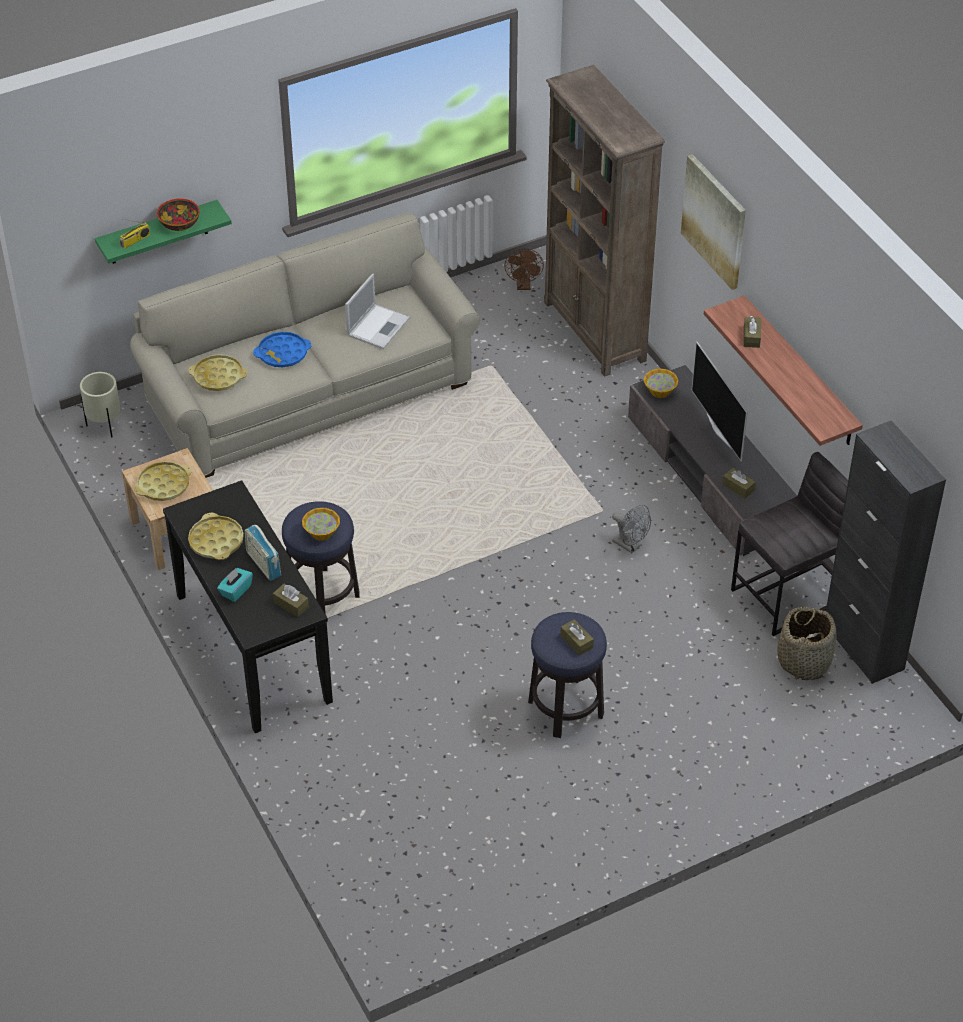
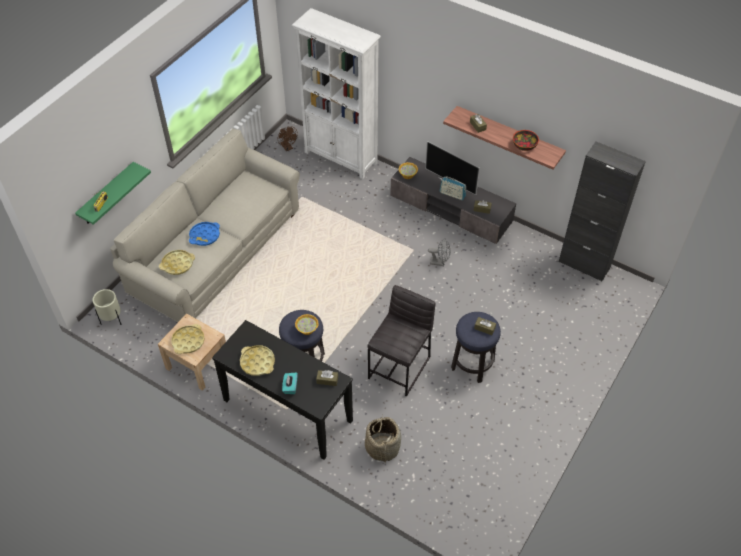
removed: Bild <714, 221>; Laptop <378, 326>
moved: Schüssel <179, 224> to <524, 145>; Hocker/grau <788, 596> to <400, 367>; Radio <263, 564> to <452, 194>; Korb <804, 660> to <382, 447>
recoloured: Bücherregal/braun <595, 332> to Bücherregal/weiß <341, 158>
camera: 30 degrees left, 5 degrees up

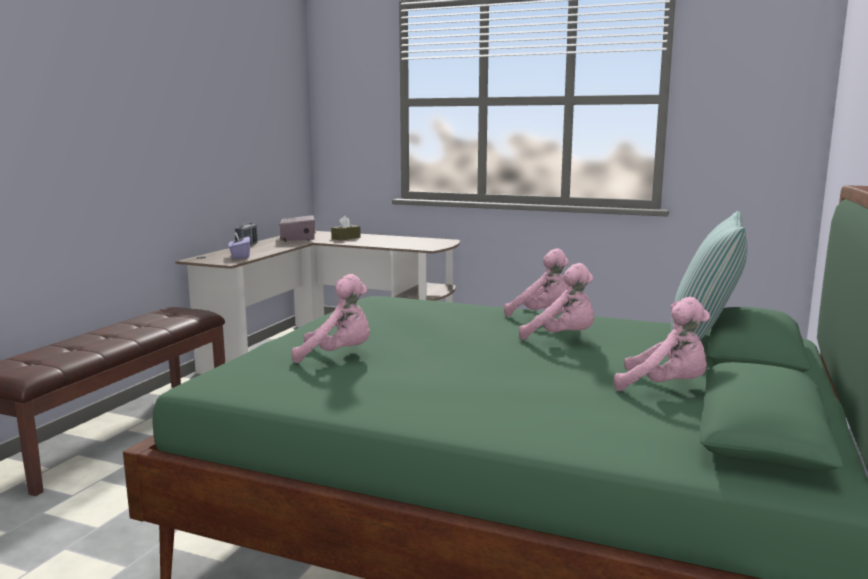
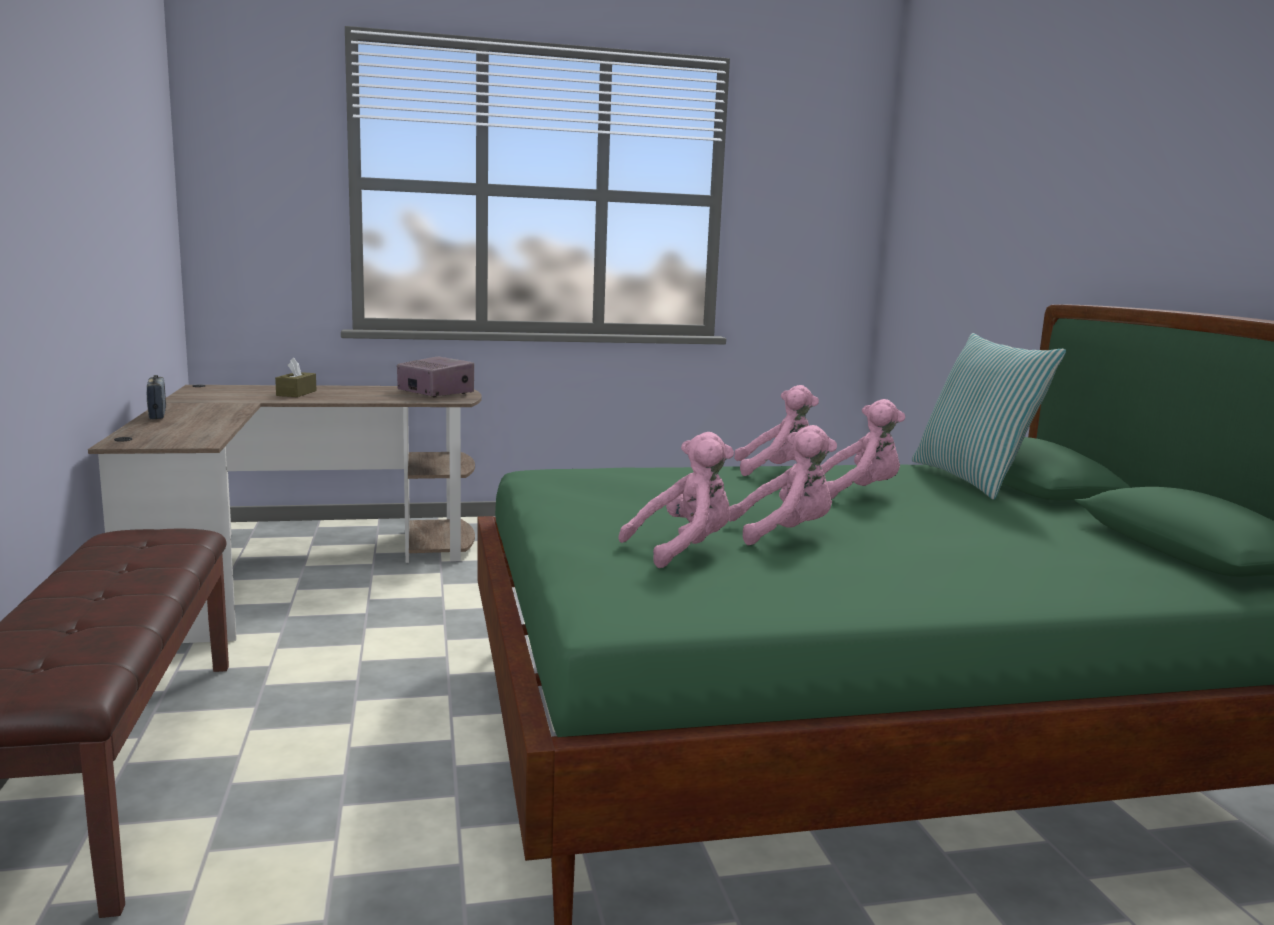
removed: Taschentuchbox/lila <240, 256>
moved: Radio <298, 239> to <435, 392>; Plüschtier/rosa <665, 387> to <785, 534>
camera: 35 degrees left, 0 degrees up

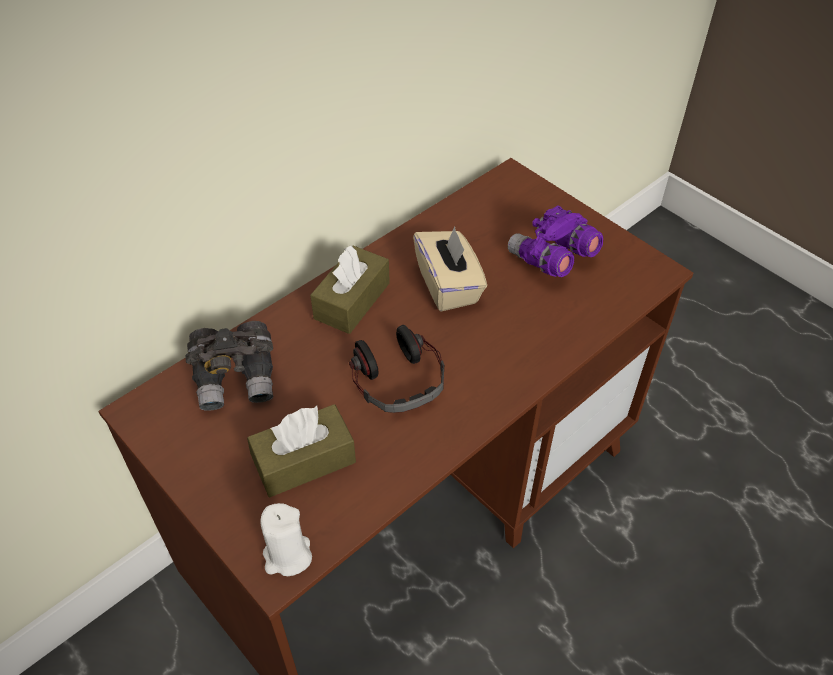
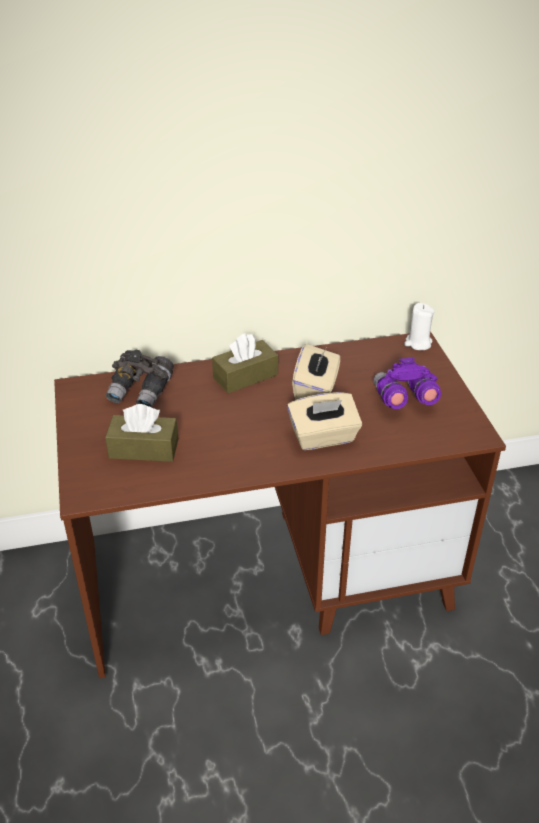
removed: Kopfhörer <399, 379>
added: Taschentuchbox/beige <323, 437>
moved: Kerze/weiß <287, 555> to <418, 343>
camera: 30 degrees right, 10 degrees down

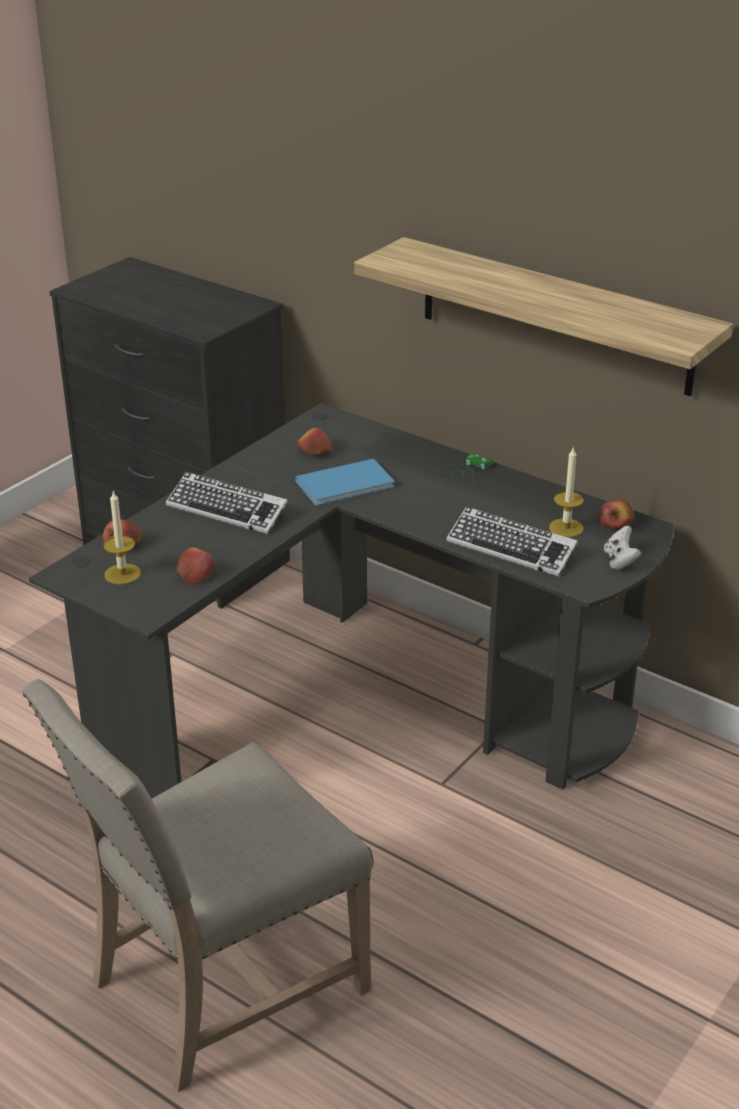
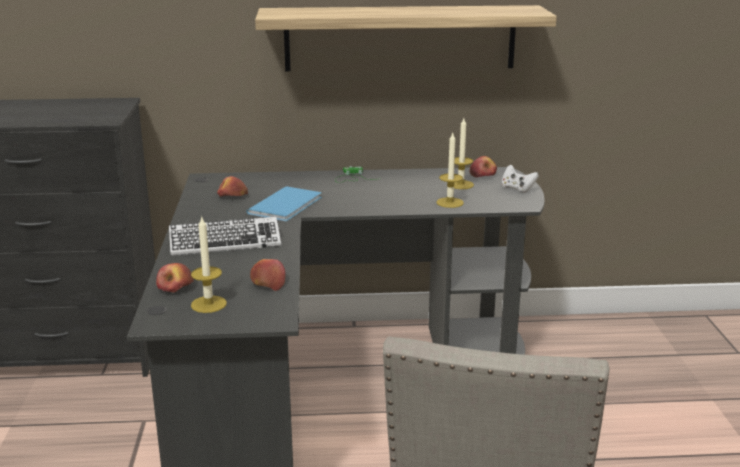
replaced: Tastatur <511, 548> to Kerze <450, 202>
camera: 40 degrees left, 10 degrees down

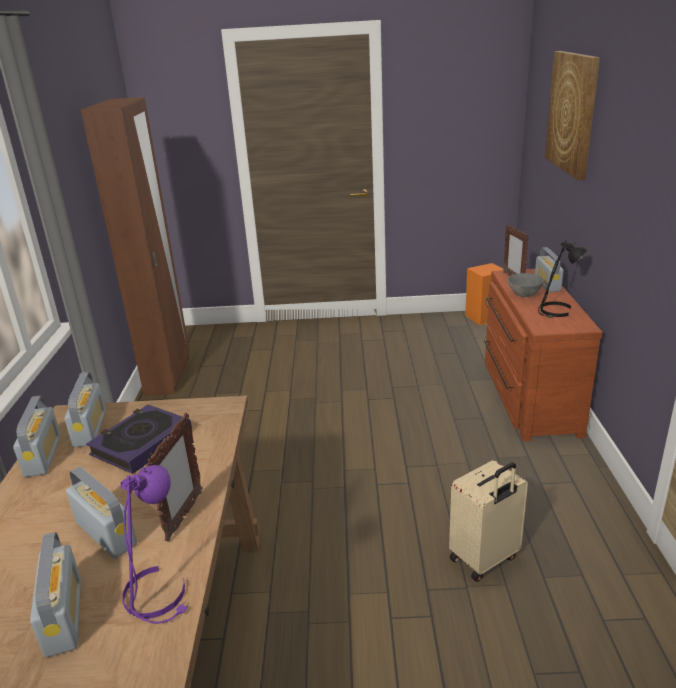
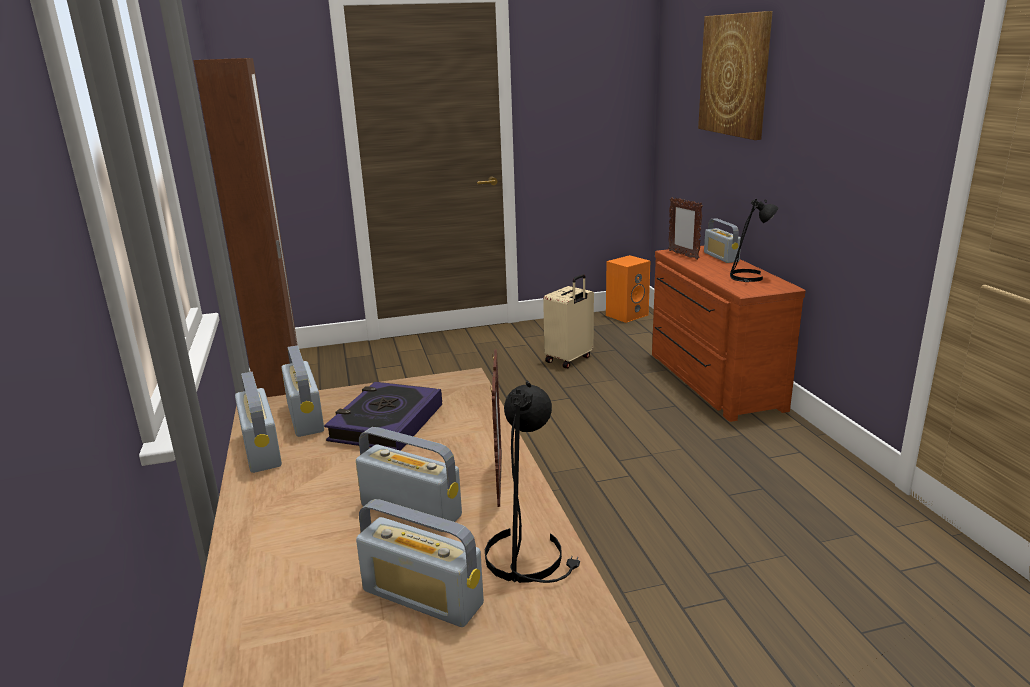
removed: Schüssel/grau <524, 295>
moved: Koffer/beige <485, 559> to <569, 359>
recoloured: Tischlampe/lila <158, 594> to Tischlampe/schwarz <529, 557>
turned: Radio <64, 616> = <422, 597> 150 degrees clockwise
camera: 15 degrees left, 5 degrees down

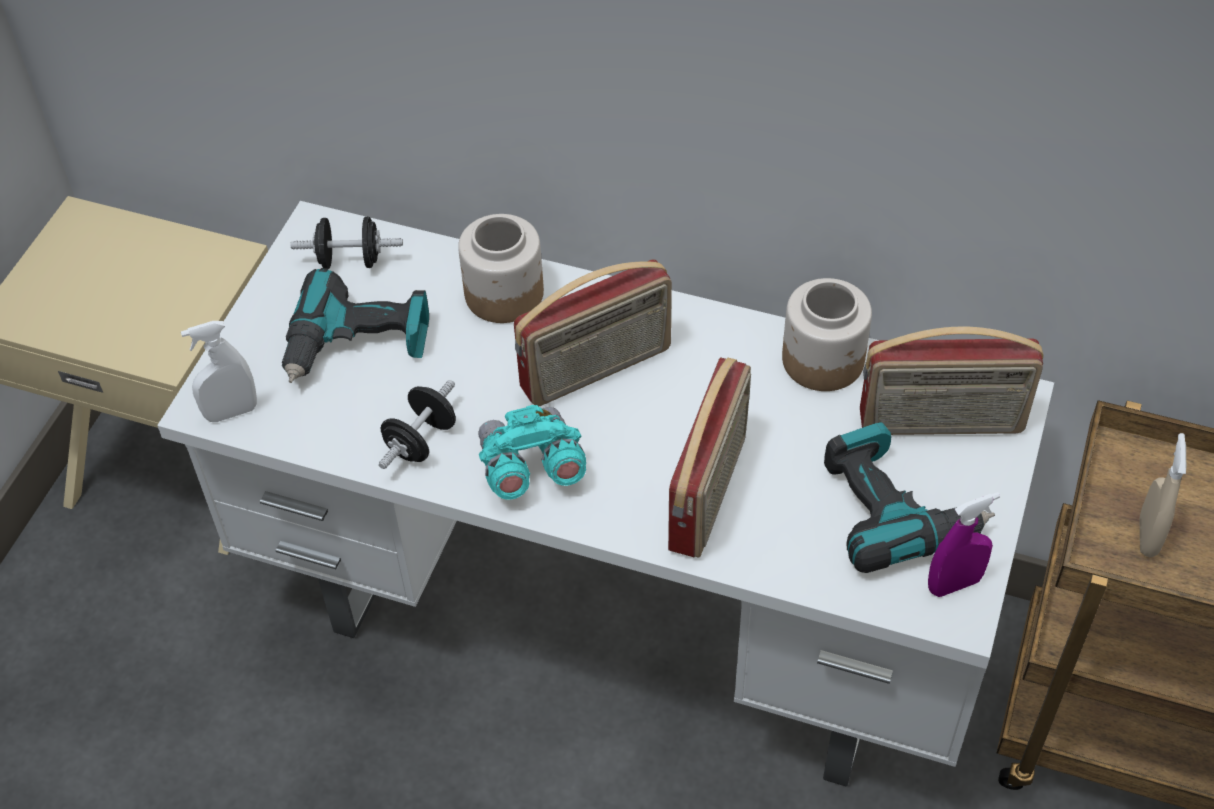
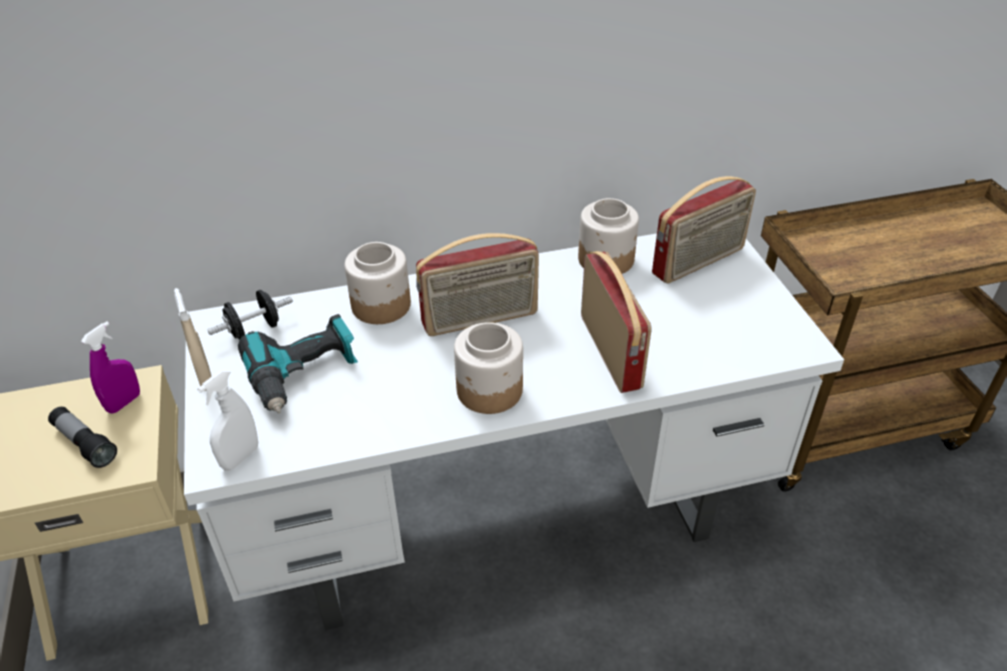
removed: Hantel/schwarz <421, 441>; Bohrmaschine <895, 509>
added: Taschenlampe <85, 444>
moved: Sprühflasche/beige <1147, 536> to <205, 378>; Sprühflasche/lila <954, 584> to <124, 402>
replaced: Fernglas/türkis <530, 468> to Vorratsglas <489, 391>
turned: Radio <597, 370> = <480, 320> 45 degrees clockwise
camera: 35 degrees left, 10 degrees down

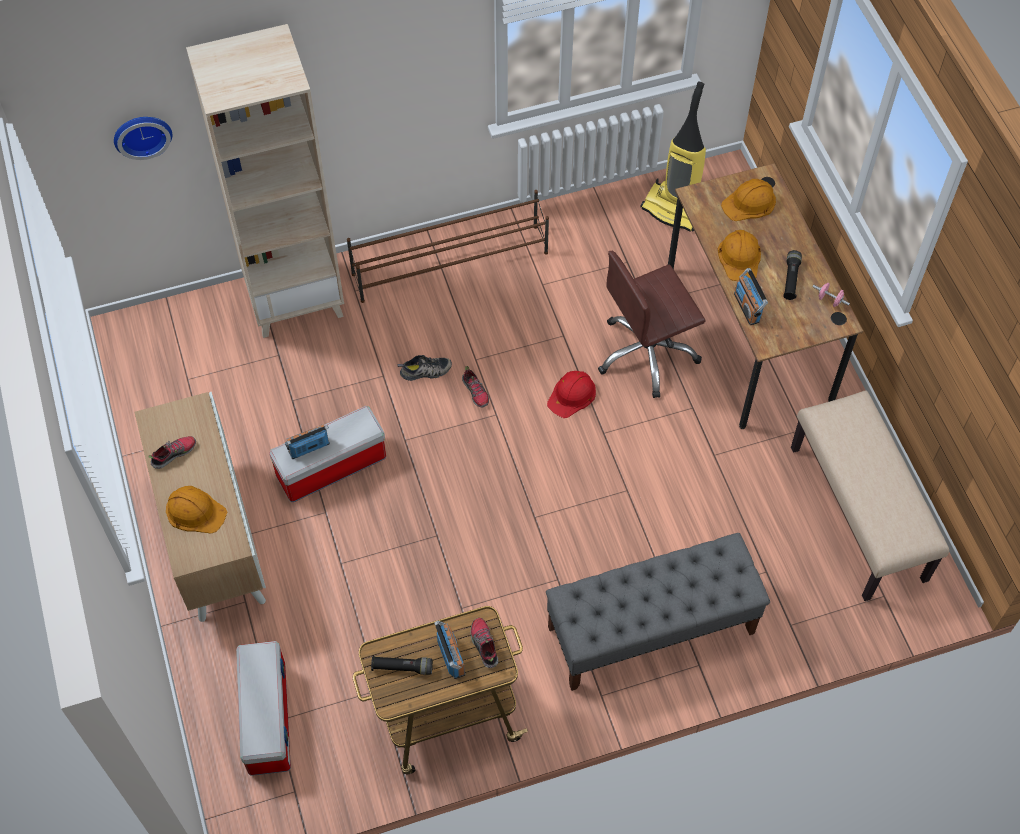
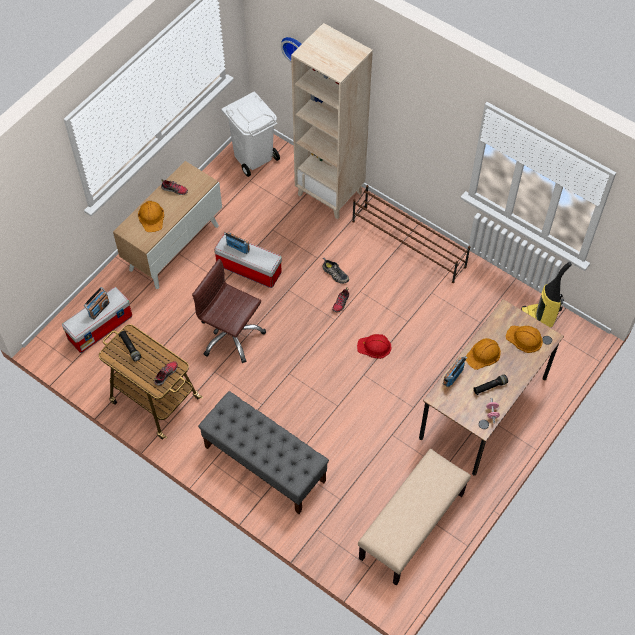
added: Mülleimer/weiß <254, 156>
moved: Bürostuhl/braun <647, 354> to <231, 335>; Radio <451, 657> to <99, 309>
camera: 55 degrees right, 0 degrees up

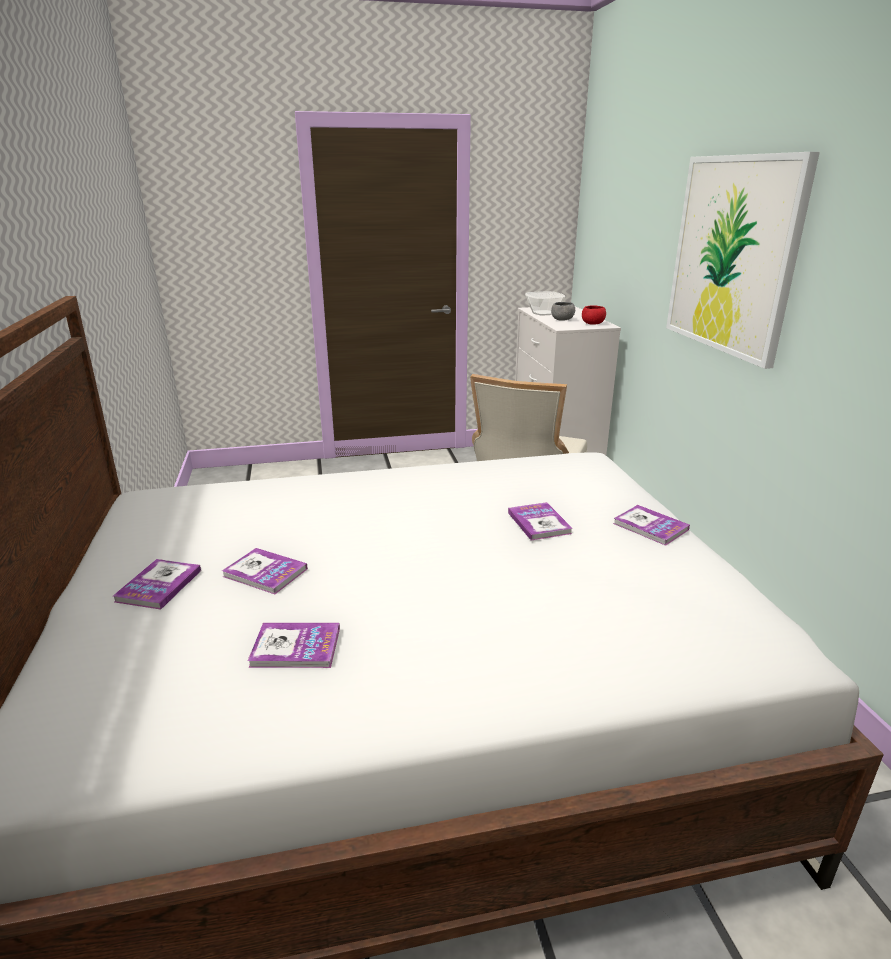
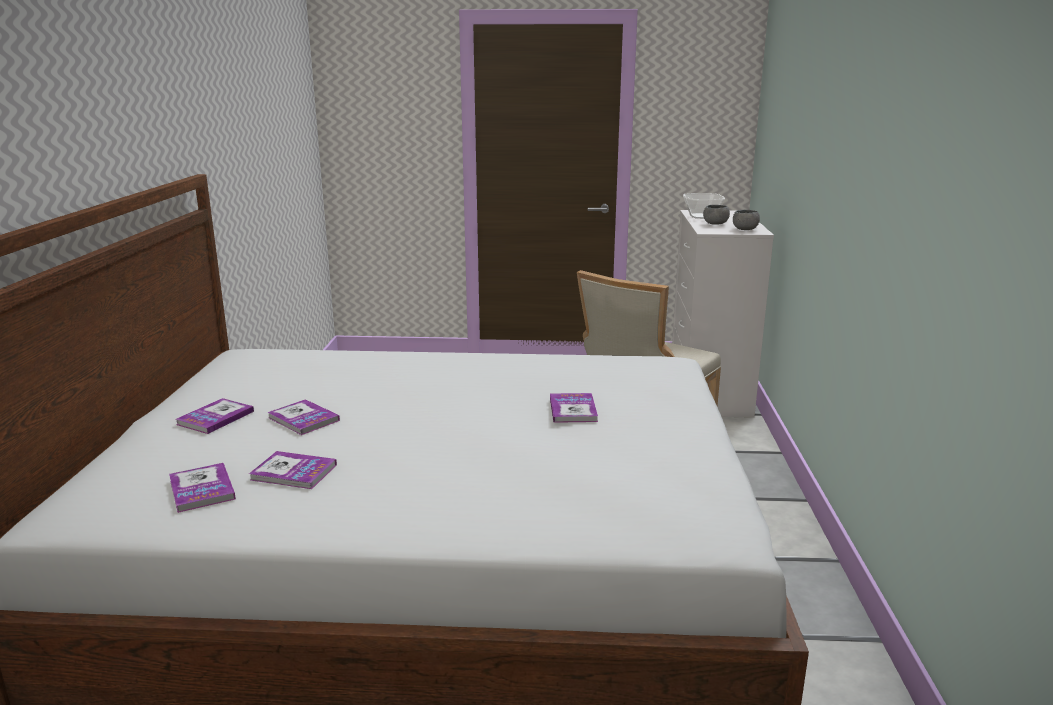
removed: Bild <733, 255>
moved: Buch <650, 526> to <202, 489>
recoloured: Schüssel/rot <592, 324> to Schüssel/grau <745, 229>
camera: 15 degrees right, 5 degrees down

